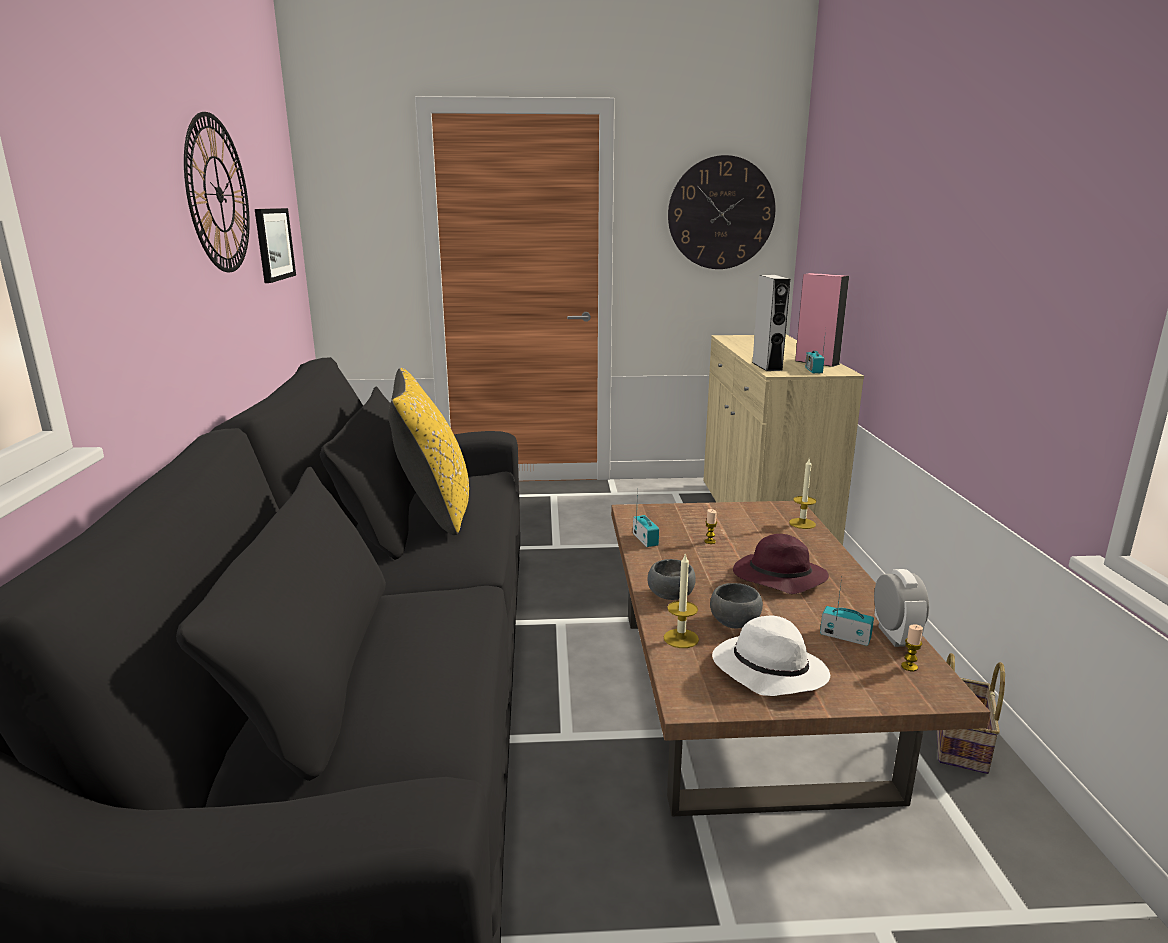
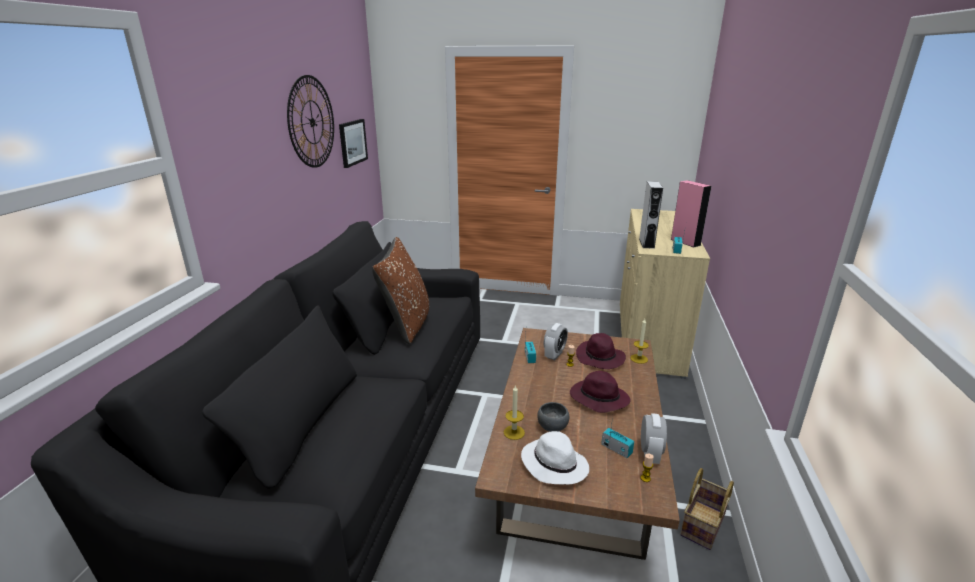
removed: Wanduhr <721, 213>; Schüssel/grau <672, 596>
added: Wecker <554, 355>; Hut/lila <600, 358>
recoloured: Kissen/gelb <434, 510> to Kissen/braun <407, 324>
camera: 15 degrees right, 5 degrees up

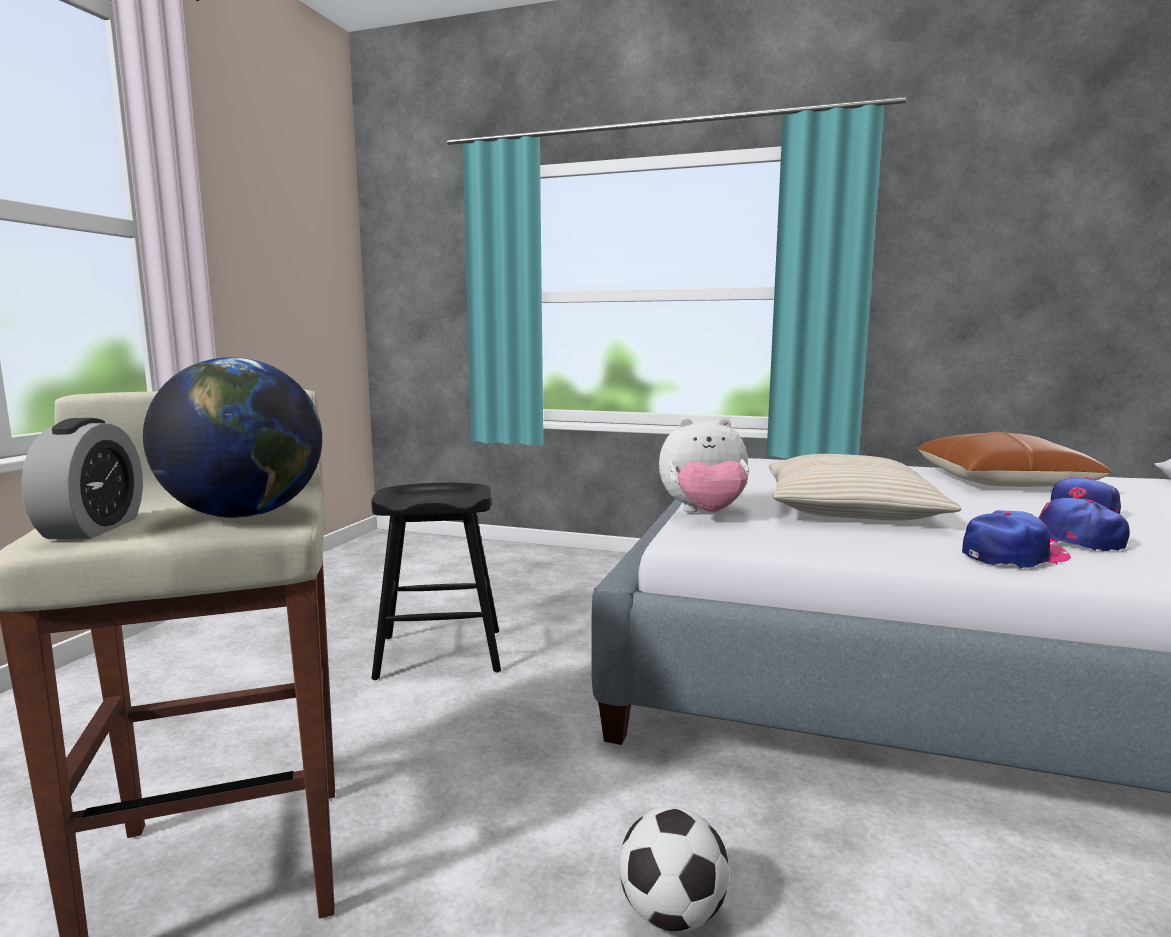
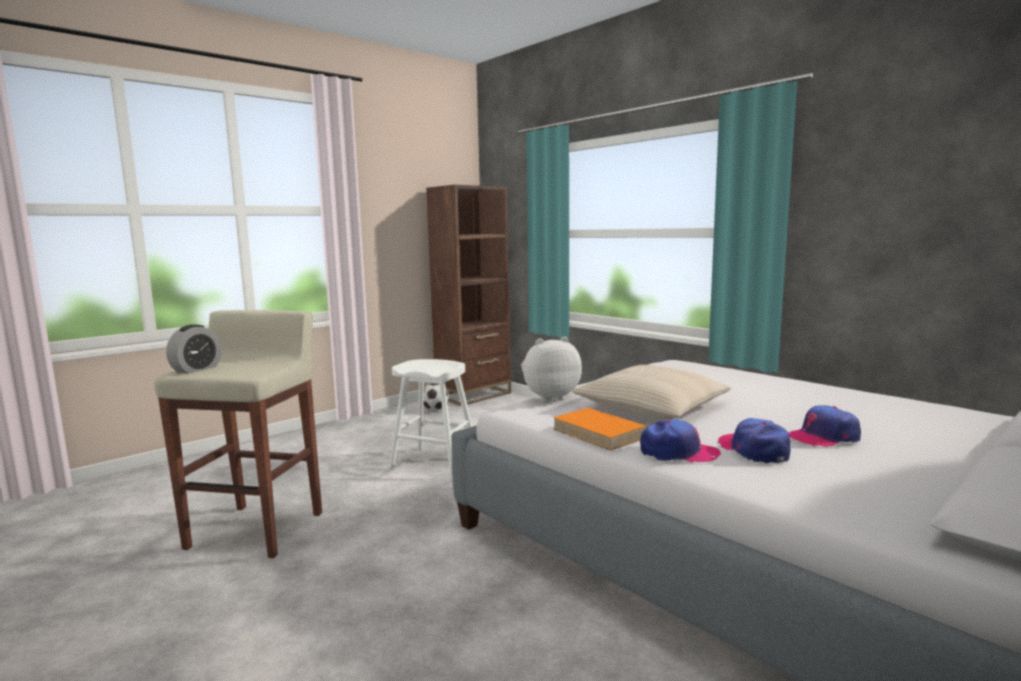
removed: Globus <245, 515>; Kissen/braun <1002, 482>
added: Bücherregal/braun <473, 395>; Buch/orange <600, 433>
moved: Fußball <671, 914> to <435, 410>
recoloured: Hocker/schwarz <439, 654> to Hocker/weiß <435, 462>
turned: Plüschtier <704, 514> = <549, 397> 135 degrees clockwise
camera: 30 degrees right, 0 degrees up

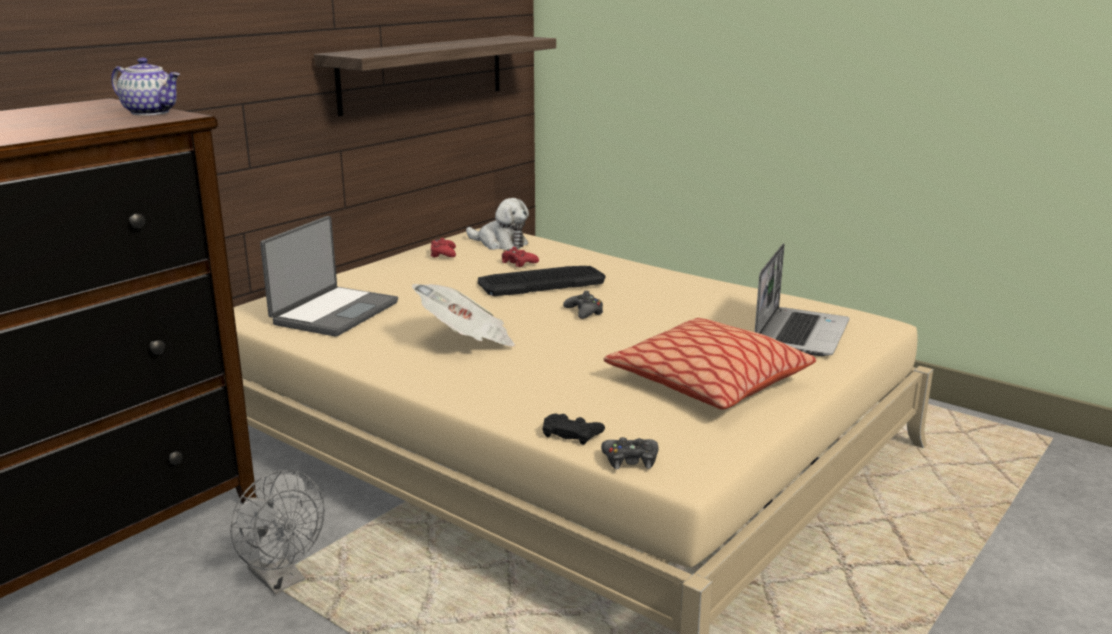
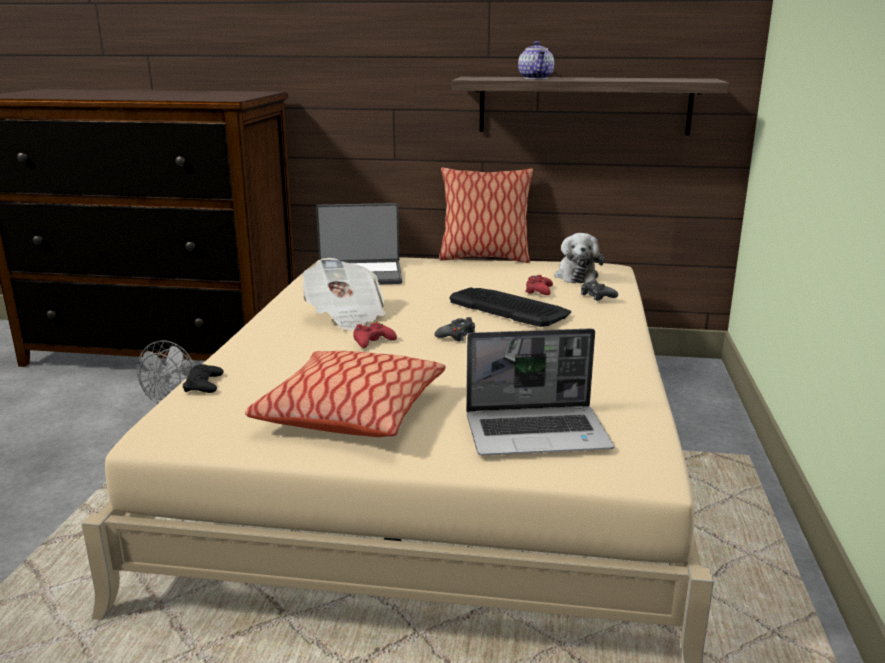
added: Kissen <484, 258>
moved: Teekanne <152, 112> to <536, 78>; Gamepad/rot <443, 254> to <372, 341>; Gamepad/schwarz <630, 460> to <597, 296>
camera: 60 degrees right, 0 degrees up

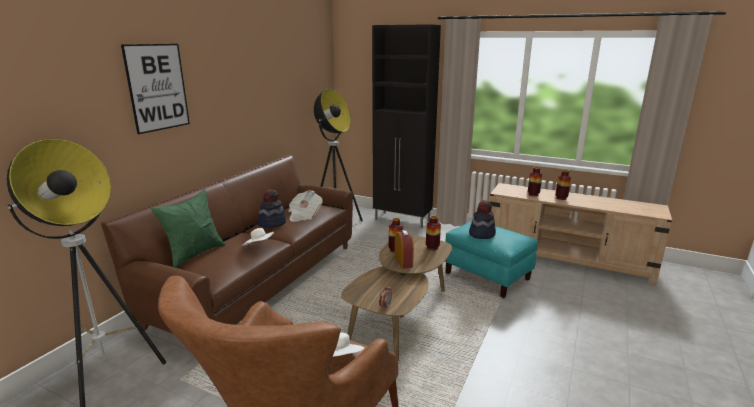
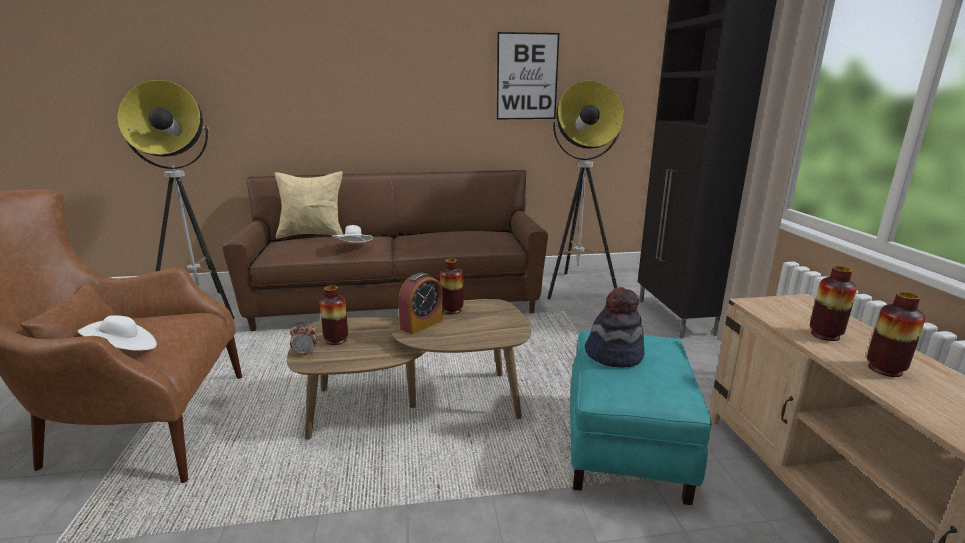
removed: Hut <272, 223>; Zeitung <304, 215>
moved: Bild <157, 87> to <527, 77>; Vase <432, 247> to <336, 340>
recoloured: Kissen/grün <194, 254> to Kissen/beige <312, 235>
camera: 55 degrees right, 0 degrees up

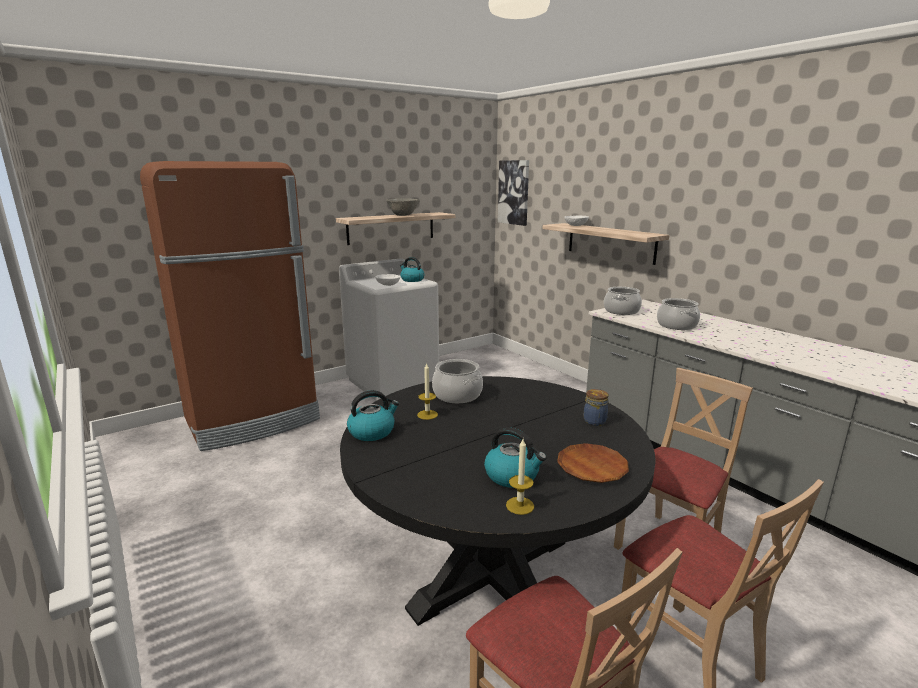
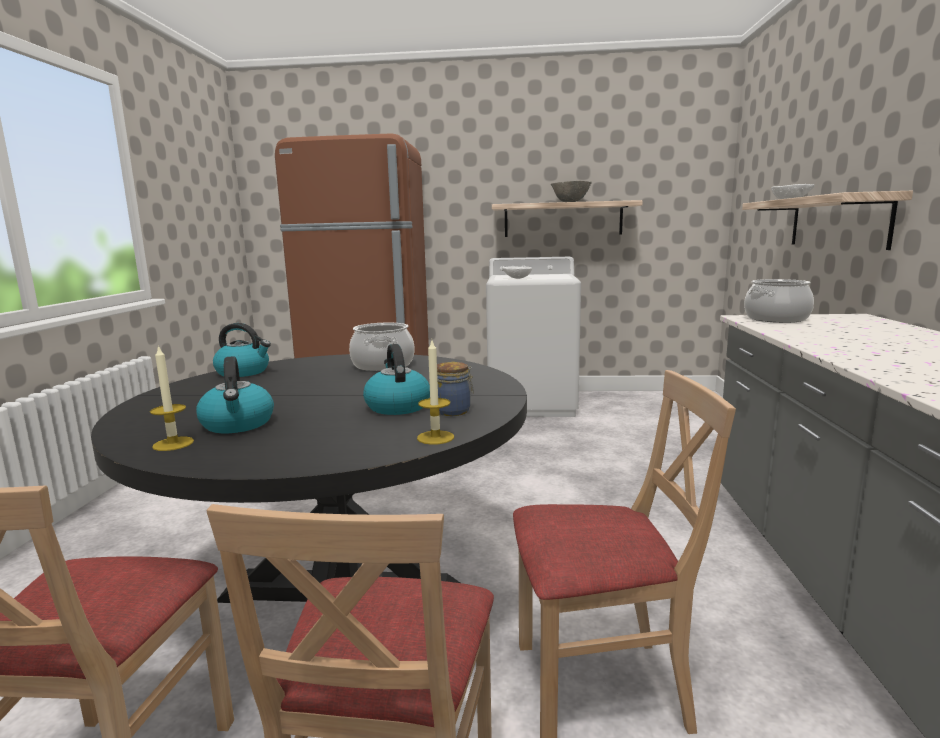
removed: Bild <514, 192>; Kochtopf <677, 325>; Teller/braun <592, 467>
moved: Wasserkessel <412, 280> to <397, 406>; Kerze <427, 415> to <435, 437>
camera: 40 degrees right, 5 degrees down

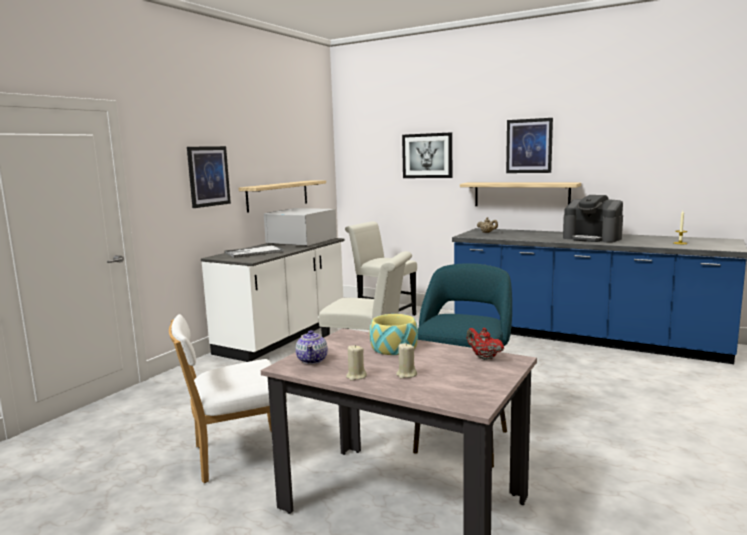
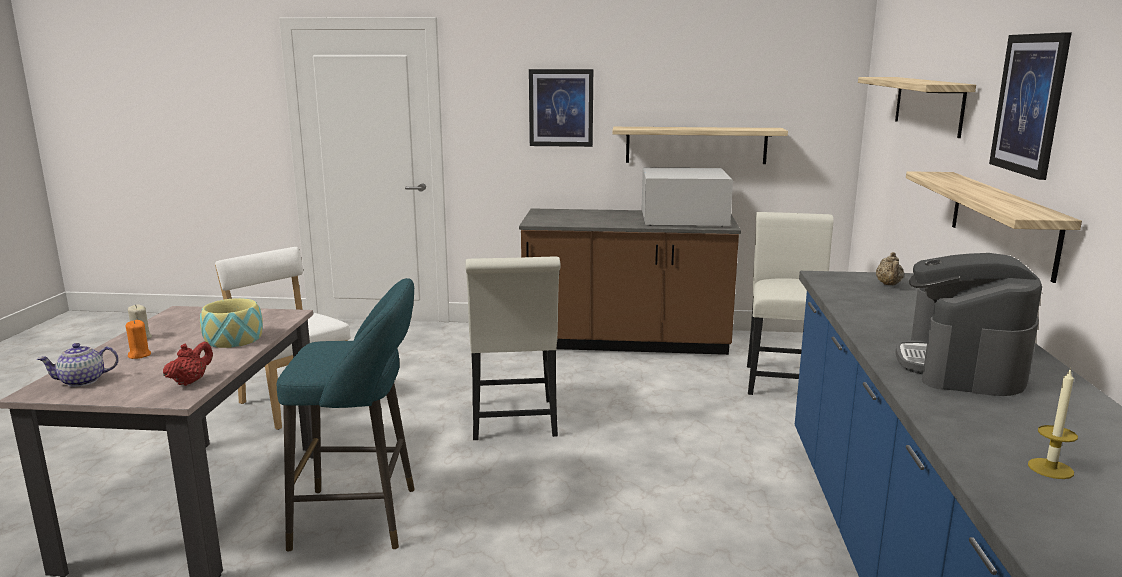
removed: Tablett <253, 252>
moved: Teekanne <312, 360> to <83, 381>
replaced: Bild <427, 155> to Wandregal <928, 104>
recoloured: Küchenzeile/weiß <284, 336> to Küchenzeile/braun <626, 342>; Kerze/beige <406, 375> to Kerze/orange <139, 355>
camera: 65 degrees right, 5 degrees up

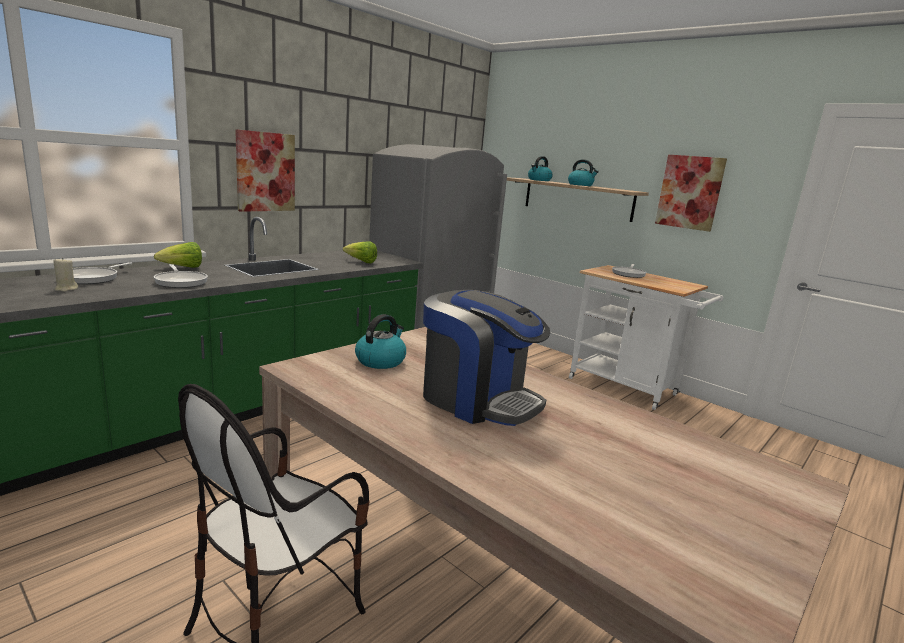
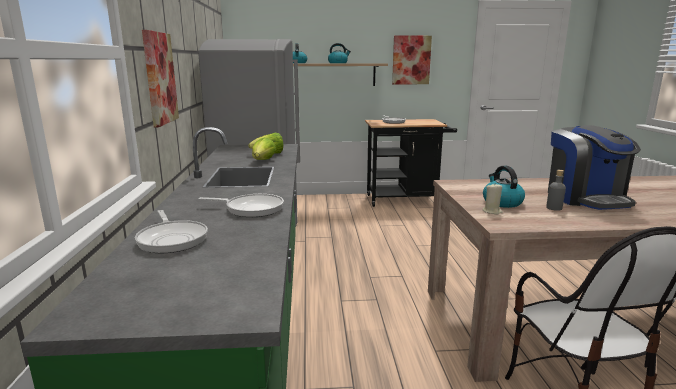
added: Flasche/grau <554, 208>
moved: Salatkopf <182, 268> to <263, 161>; Kerze/beige <66, 289> to <492, 211>
recoloured: Rollwagen/weiß <629, 388> to Rollwagen/schwarz <406, 200>
turned: Kaffeemaschine <478, 399> = <586, 198> 90 degrees clockwise
camera: 45 degrees left, 0 degrees up

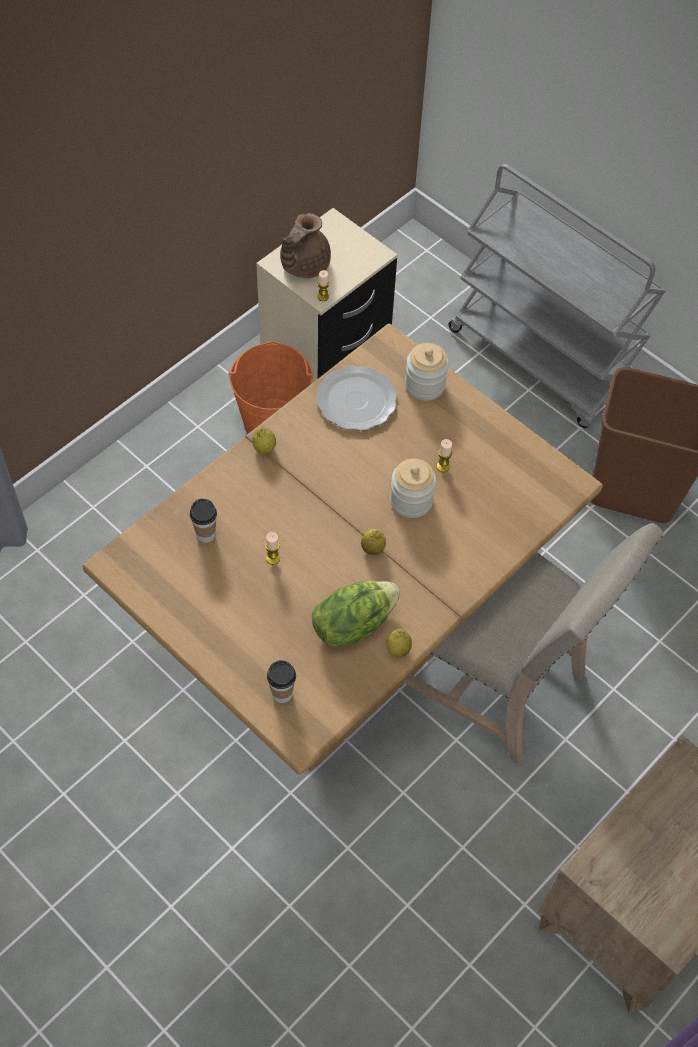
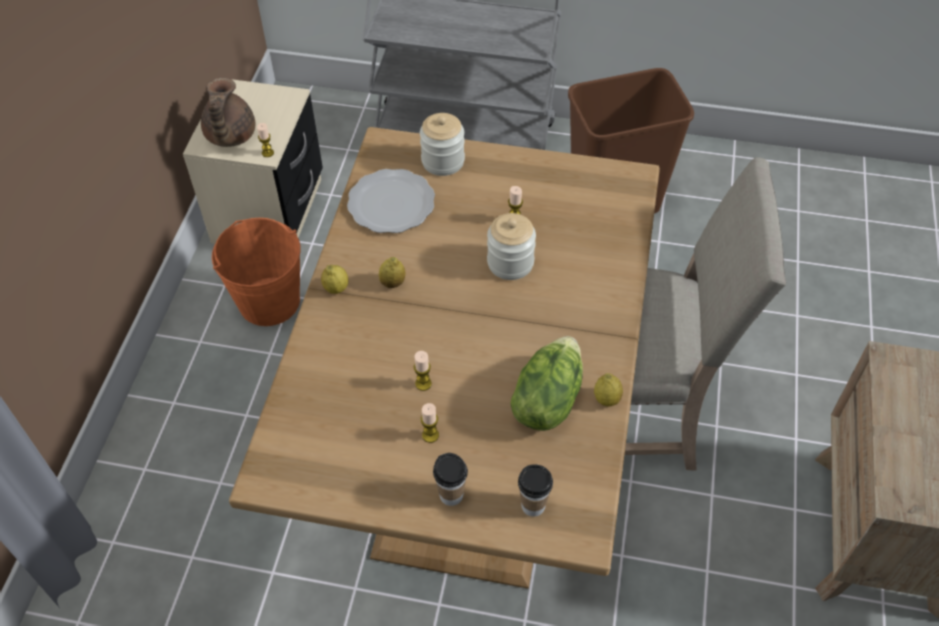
added: Kerze <430, 435>
moved: Tasse <205, 534> to <451, 495>; Zitrone <372, 549> to <392, 283>
camera: 30 degrees left, 5 degrees down

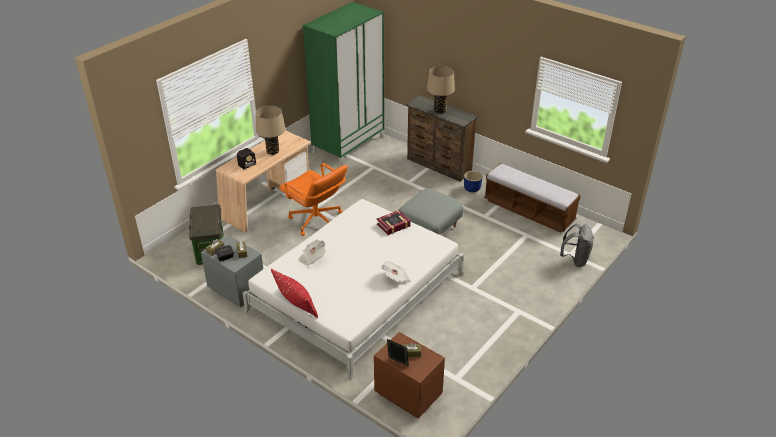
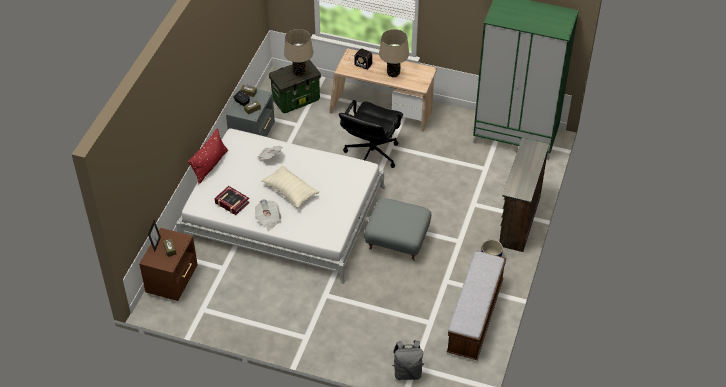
added: Kissen/beige <290, 191>
moved: Tischlampe/beige <439, 110> to <299, 72>; Buch <393, 225> to <232, 203>
recoloured: Bürostuhl/orange <316, 221> to Bürostuhl/schwarz <371, 154>
camera: 70 degrees right, 10 degrees up

